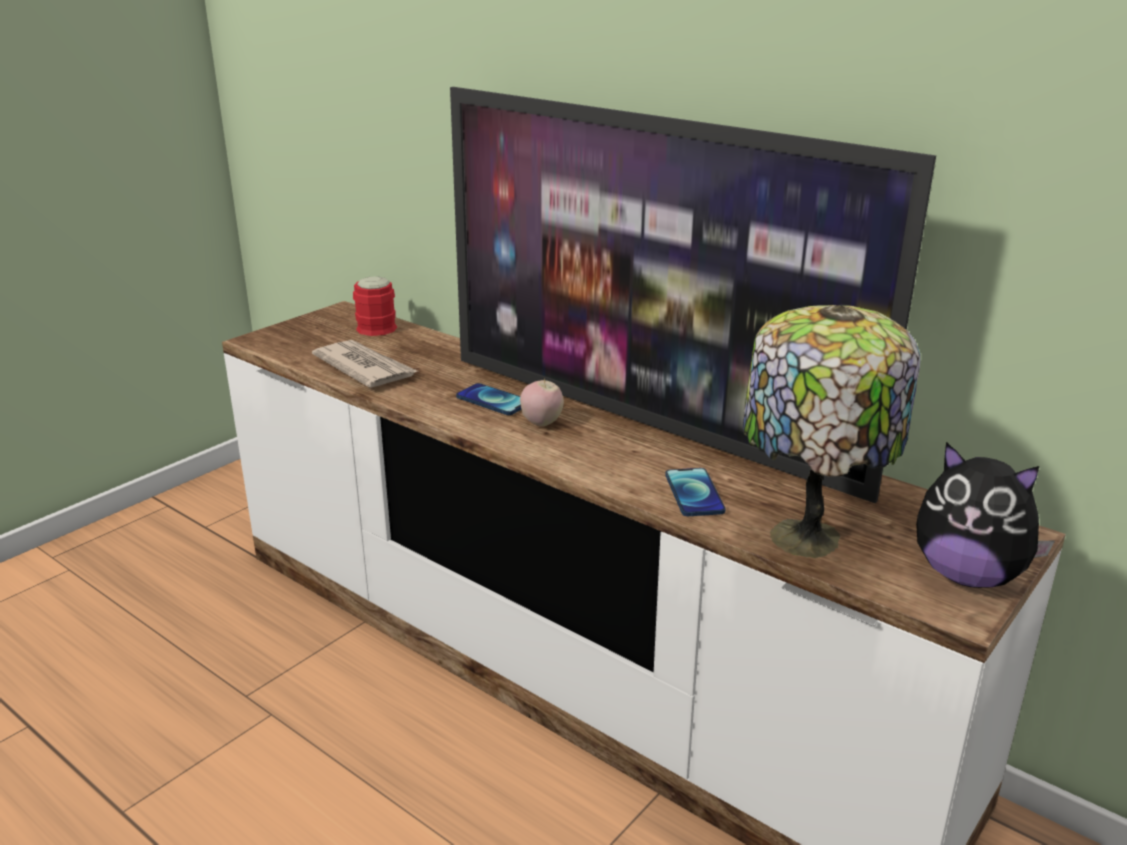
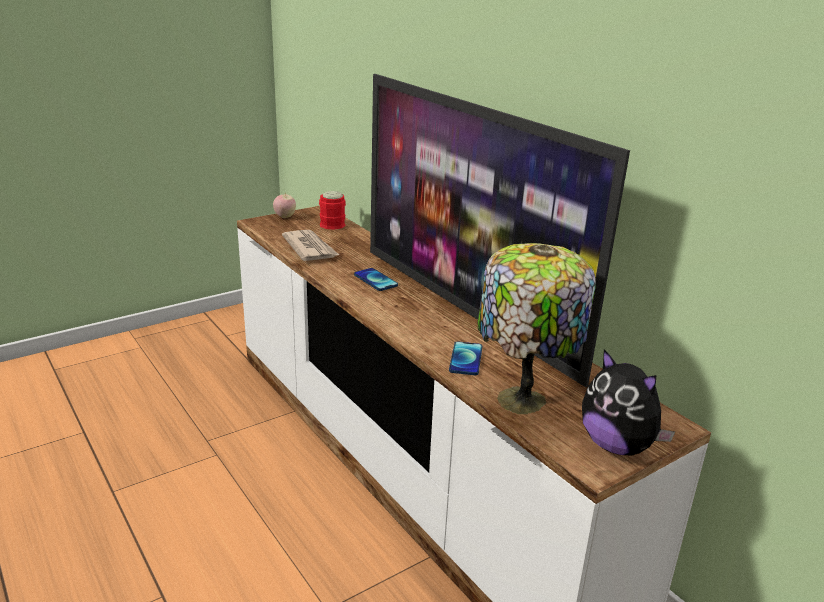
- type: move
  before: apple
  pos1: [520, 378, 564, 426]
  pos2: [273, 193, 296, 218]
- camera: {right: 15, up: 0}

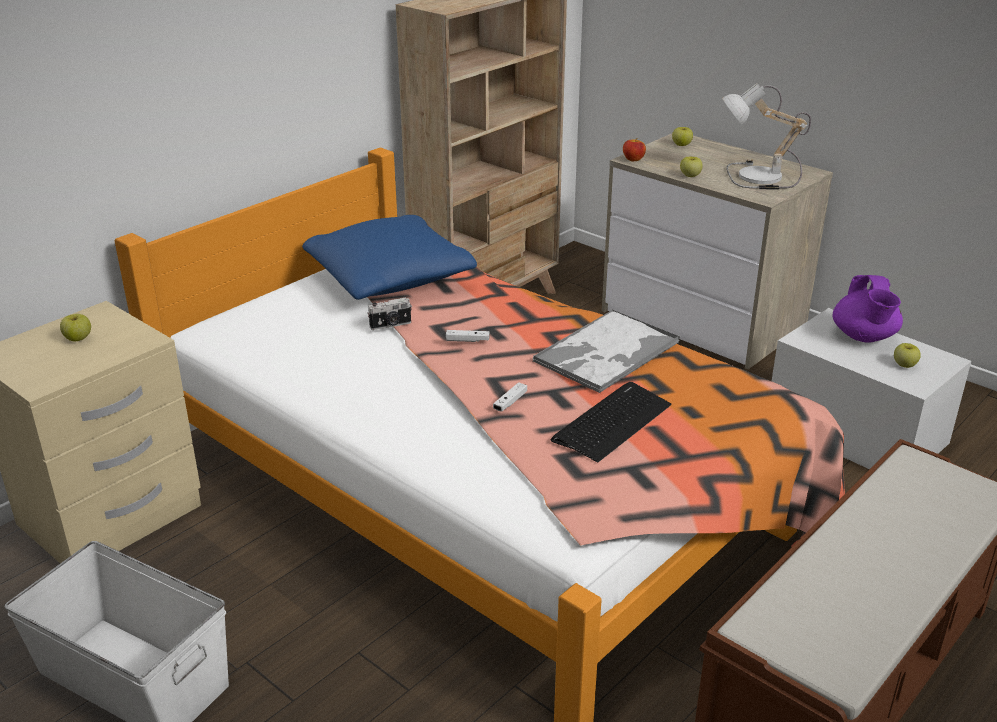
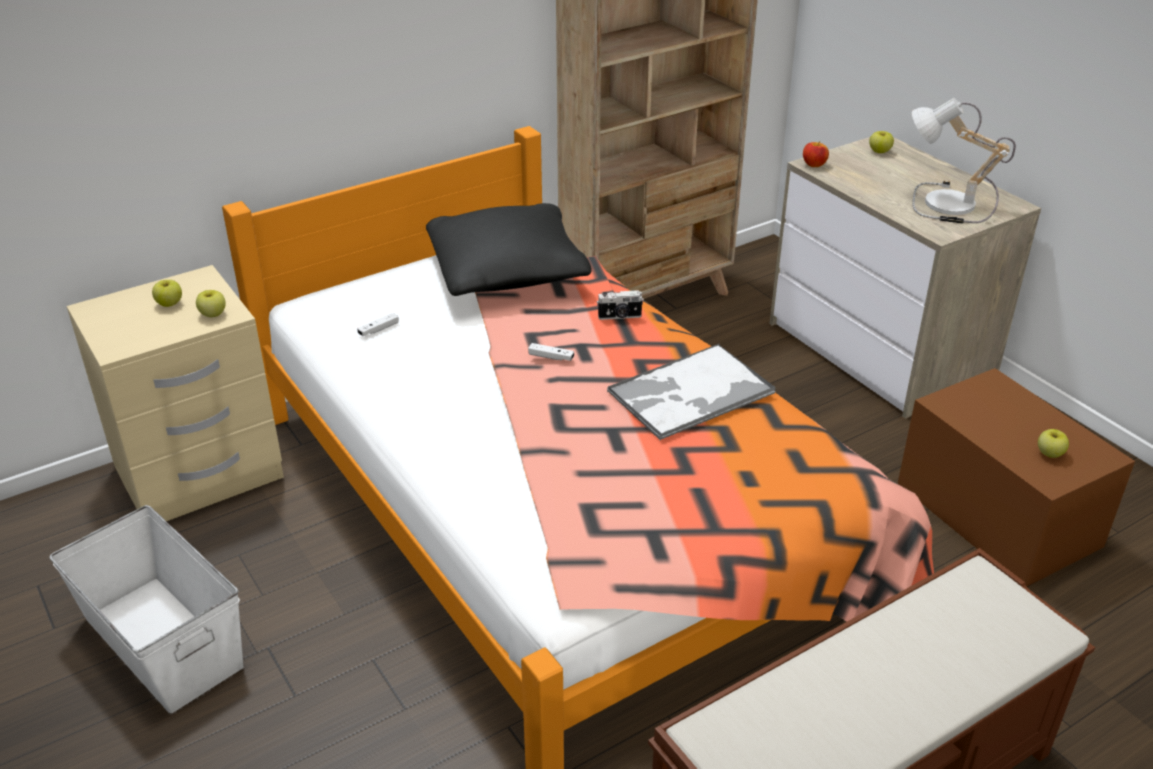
- type: move
  before: apple
  pos1: [680, 157, 703, 177]
  pos2: [196, 290, 226, 317]
- type: move
  before: game controller/white
  pos1: [493, 382, 527, 411]
  pos2: [357, 313, 399, 336]
- type: recolor
  before: pillow/blue
  after: pillow/black
  pos1: [302, 215, 477, 300]
  pos2: [426, 203, 592, 296]
- type: move
  before: photo camera
  pos1: [367, 298, 412, 330]
  pos2: [597, 290, 644, 320]
- type: recolor
  before: storage box/white
  after: storage box/brown
  pos1: [772, 308, 971, 469]
  pos2: [898, 368, 1135, 587]
- type: delete
  before: keyboard
  pos1: [550, 382, 671, 462]
- type: delete
  before: teapot/purple
  pos1: [833, 275, 903, 343]
- camera: {right: 15, up: 5}

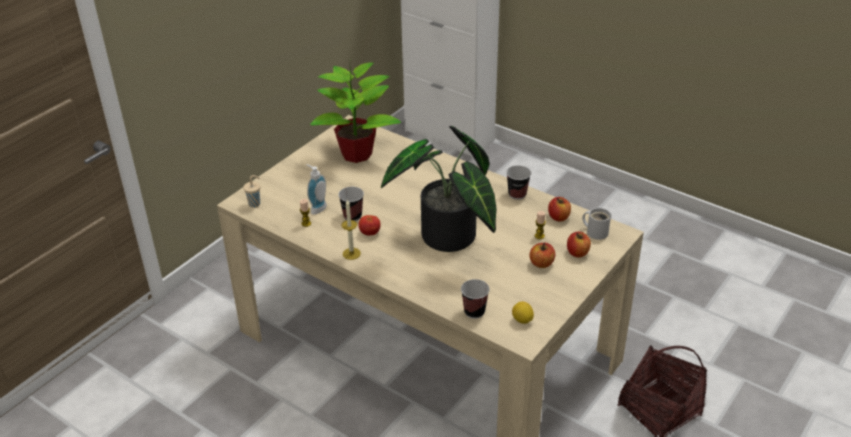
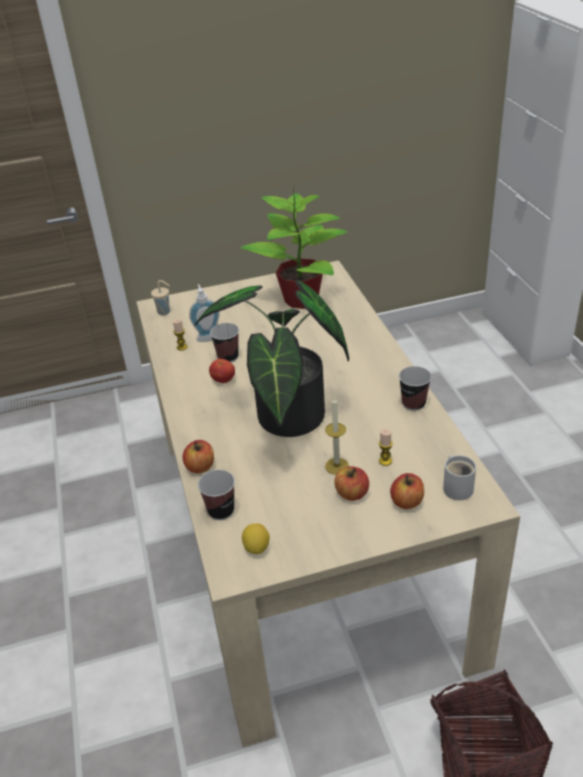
- type: move
  before: apple
  pos1: [548, 197, 571, 221]
  pos2: [183, 440, 214, 473]
- type: move
  before: candle
  pos1: [342, 200, 361, 260]
  pos2: [325, 396, 349, 475]
- camera: {right: 40, up: 0}

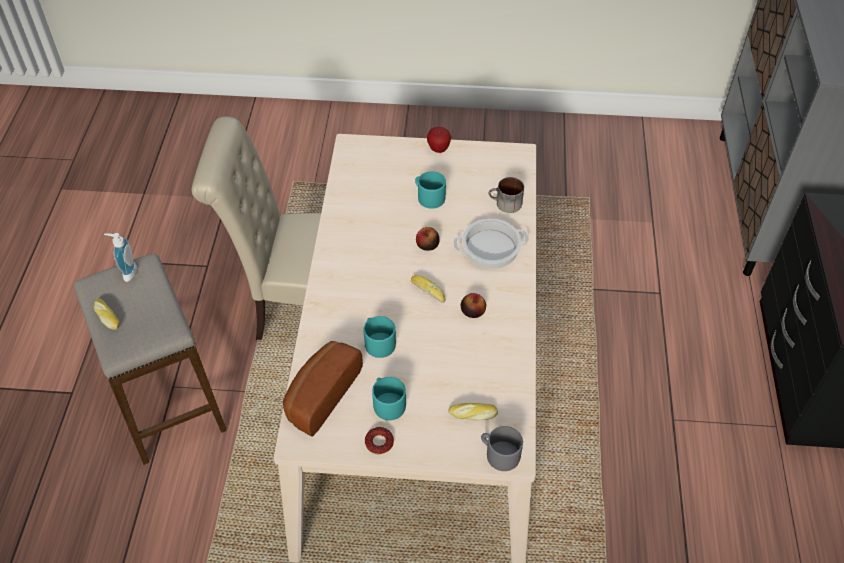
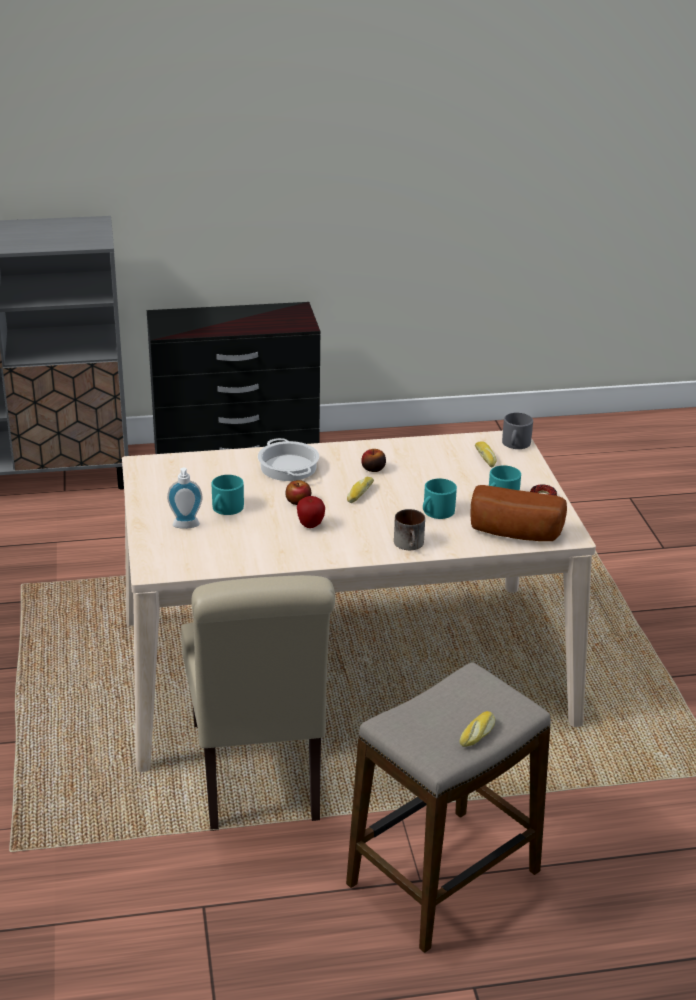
- type: move
  before: soap dispenser
  pos1: [104, 233, 137, 282]
  pos2: [167, 468, 203, 529]
- type: move
  before: apple
  pos1: [427, 127, 451, 153]
  pos2: [297, 496, 325, 528]
- type: move
  before: mug
  pos1: [489, 177, 524, 213]
  pos2: [394, 509, 425, 550]
- camera: {right: -105, up: -20}

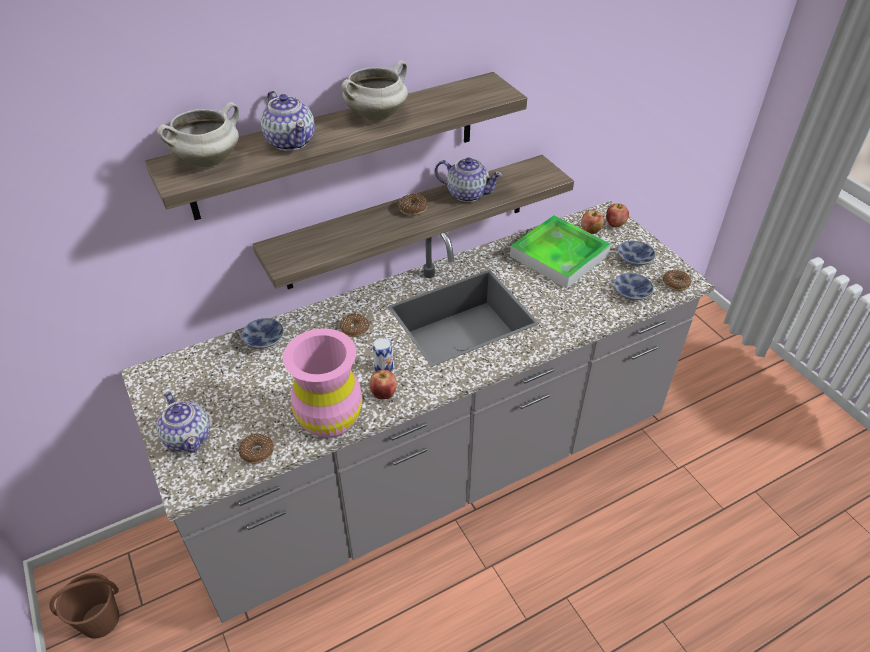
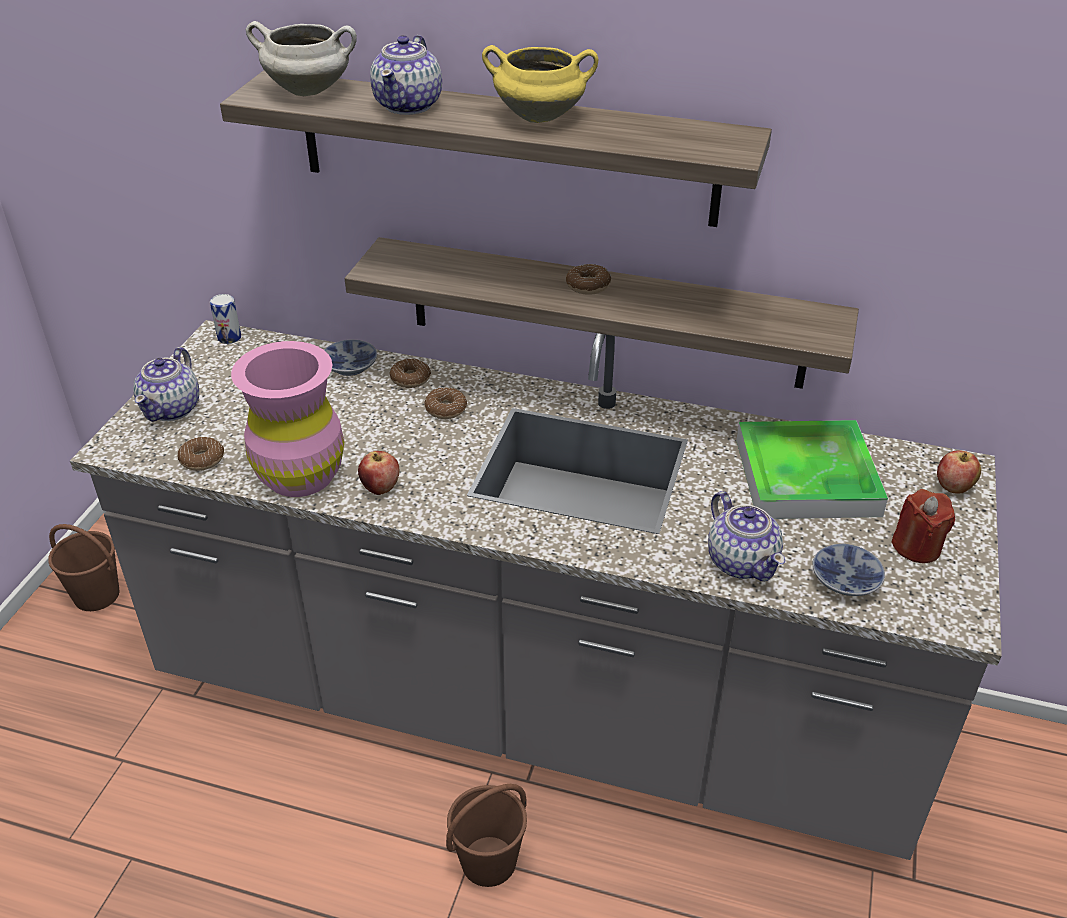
- type: move
  before: can
  pos1: [373, 337, 393, 372]
  pos2: [210, 294, 241, 344]
- type: move
  before: donut
  pos1: [663, 270, 691, 291]
  pos2: [389, 359, 431, 388]
- type: insert
  after: bucket/brown
  pos2: [446, 784, 527, 887]
- type: recolor
  before: cooking pot/white
  after: cooking pot/yellow
  pos1: [342, 60, 408, 121]
  pos2: [482, 45, 598, 123]
- type: move
  before: teapot
  pos1: [435, 158, 503, 202]
  pos2: [708, 491, 785, 581]
- type: replace
  before: bowl
  after: candle/red
  pos1: [618, 241, 656, 266]
  pos2: [891, 489, 955, 563]
- type: delete
  before: apple
  pos1: [581, 210, 604, 234]
- camera: {right: 45, up: -5}

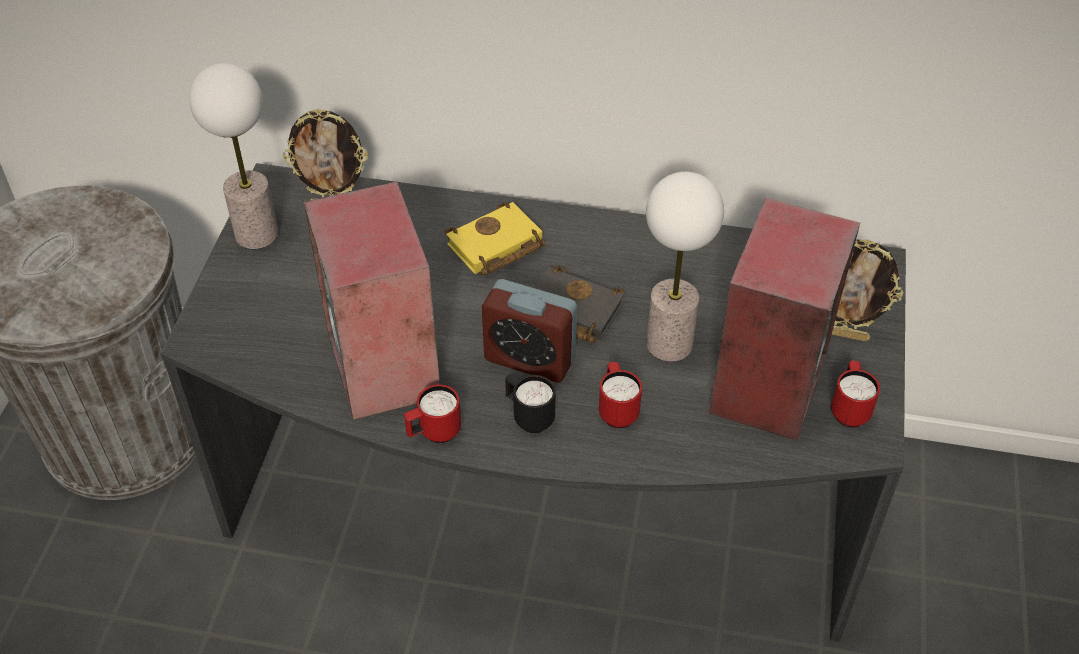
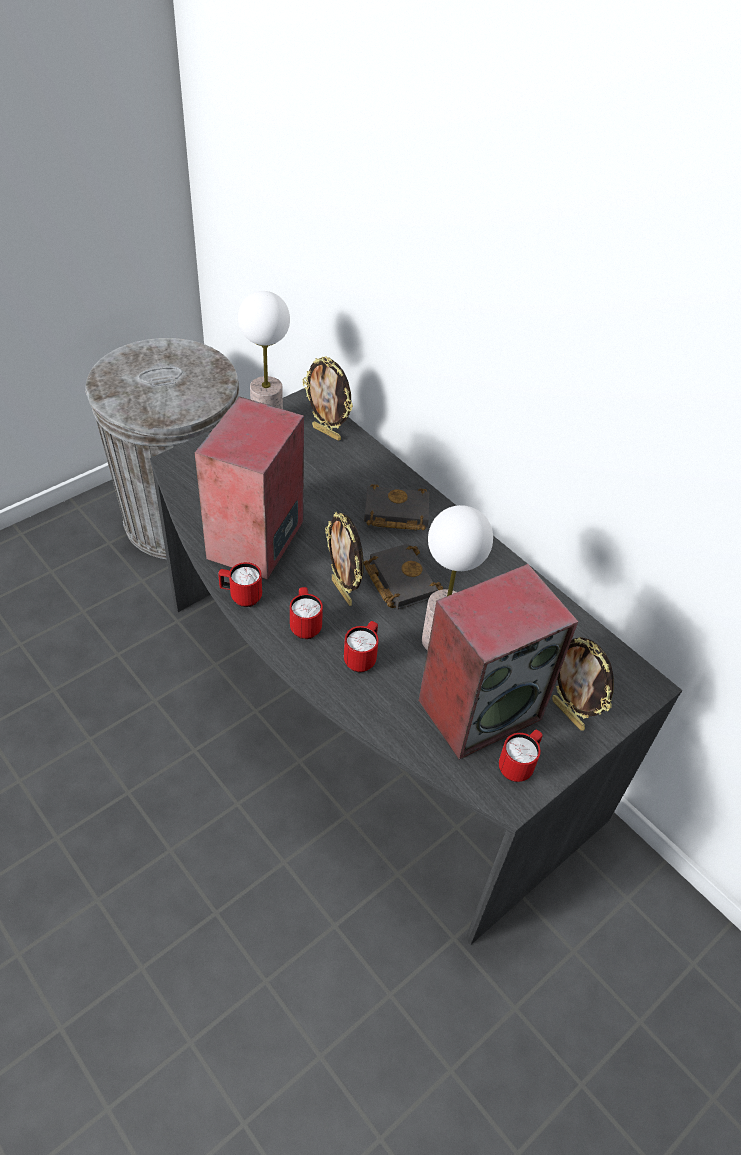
- type: recolor
  before: mug/black
  after: mug/red
  pos1: [505, 373, 556, 433]
  pos2: [290, 587, 323, 639]
- type: replace
  before: alarm clock
  after: picture frame
  pos1: [482, 279, 577, 383]
  pos2: [325, 512, 364, 606]
- type: recolor
  before: book/yellow
  after: book/black
  pos1: [445, 202, 545, 276]
  pos2: [364, 484, 429, 530]
- camera: {right: 35, up: 0}

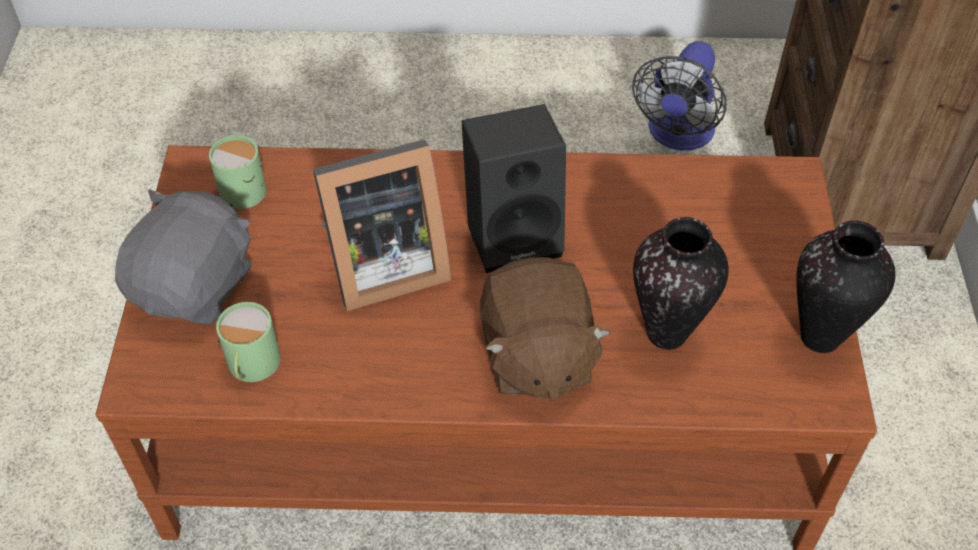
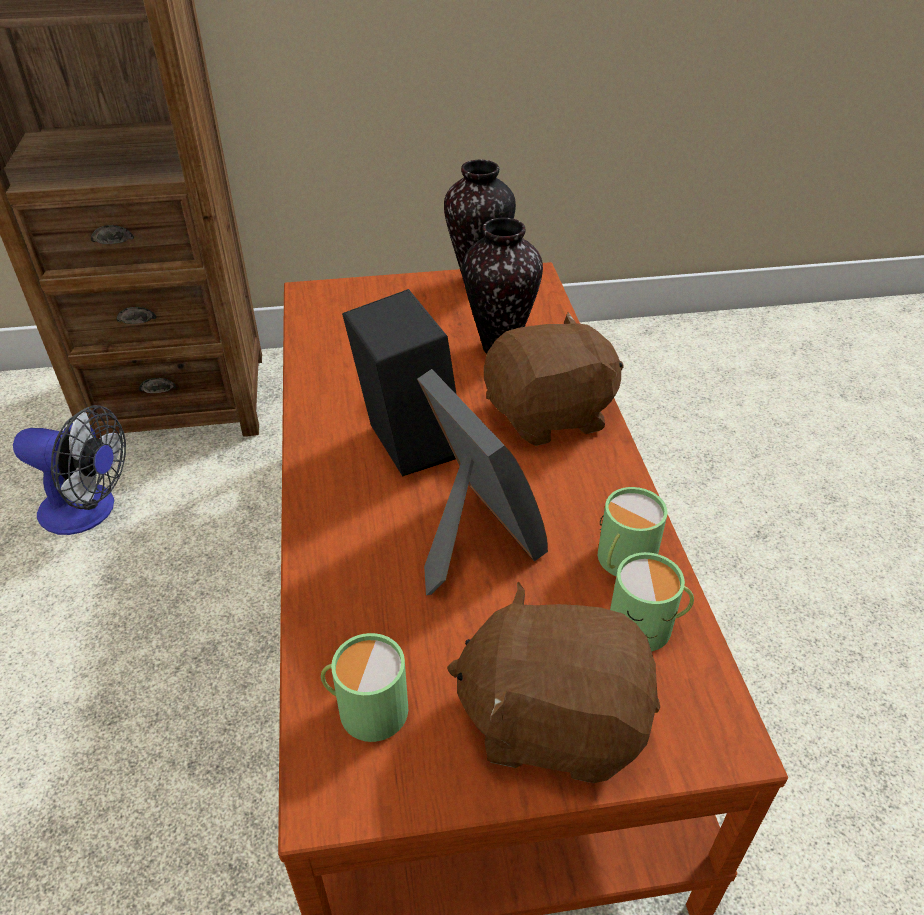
- type: recolor
  before: plush toy/grey
  after: plush toy/brown
  pos1: [115, 189, 252, 324]
  pos2: [447, 582, 660, 783]
- type: insert
  after: mug/green
  pos2: [598, 487, 668, 576]
- camera: {right: -100, up: -10}

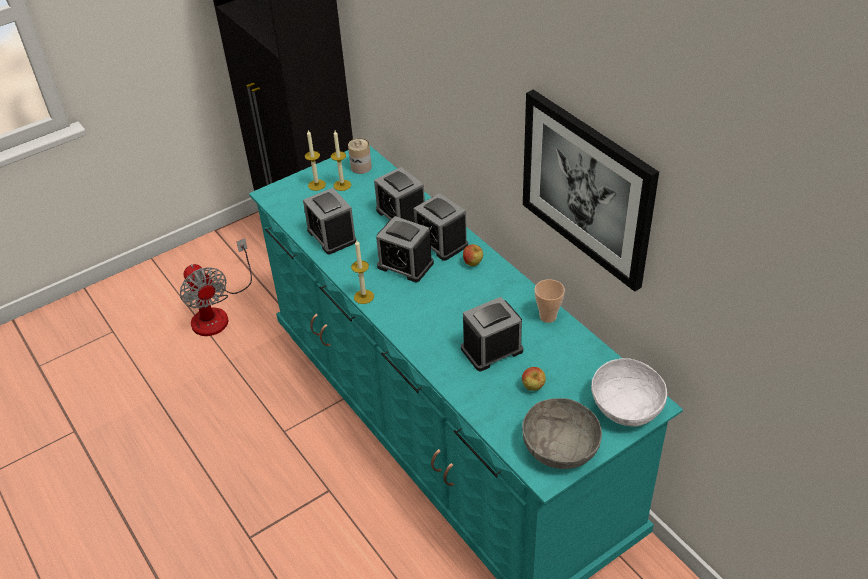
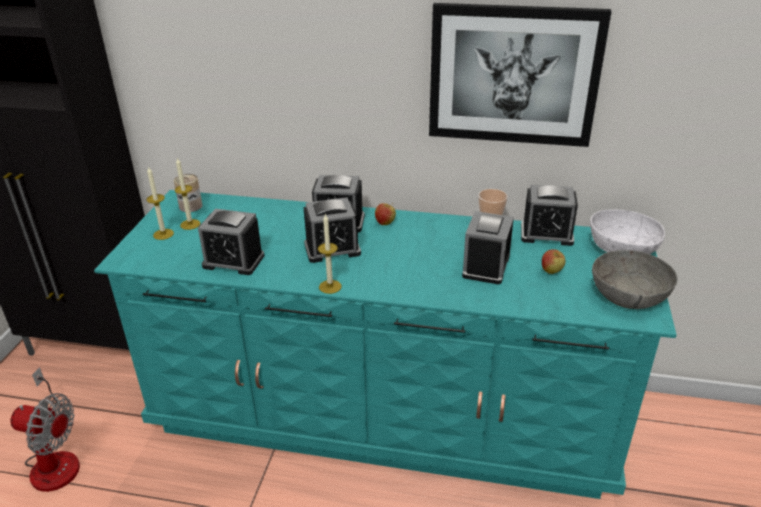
- type: move
  before: alarm clock
  pos1: [374, 167, 425, 223]
  pos2: [521, 185, 578, 246]
- camera: {right: -45, up: -10}

